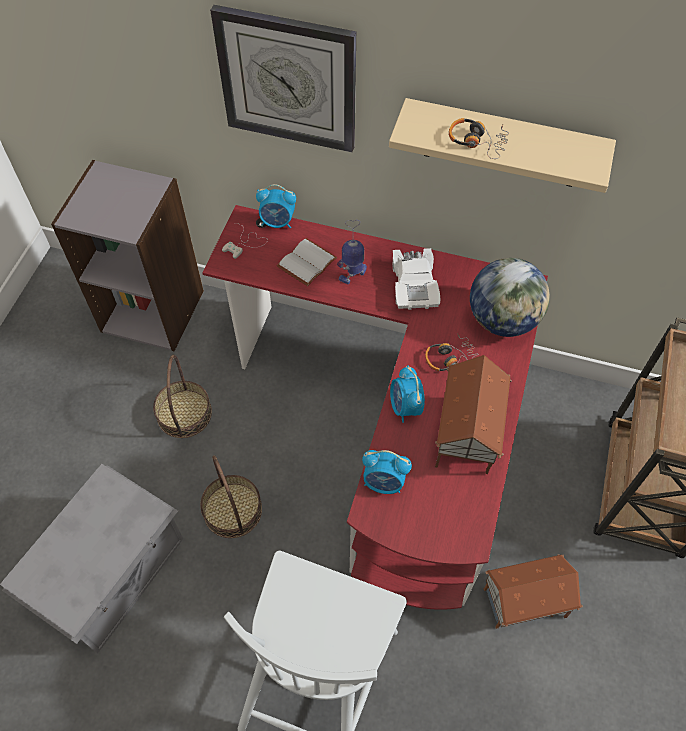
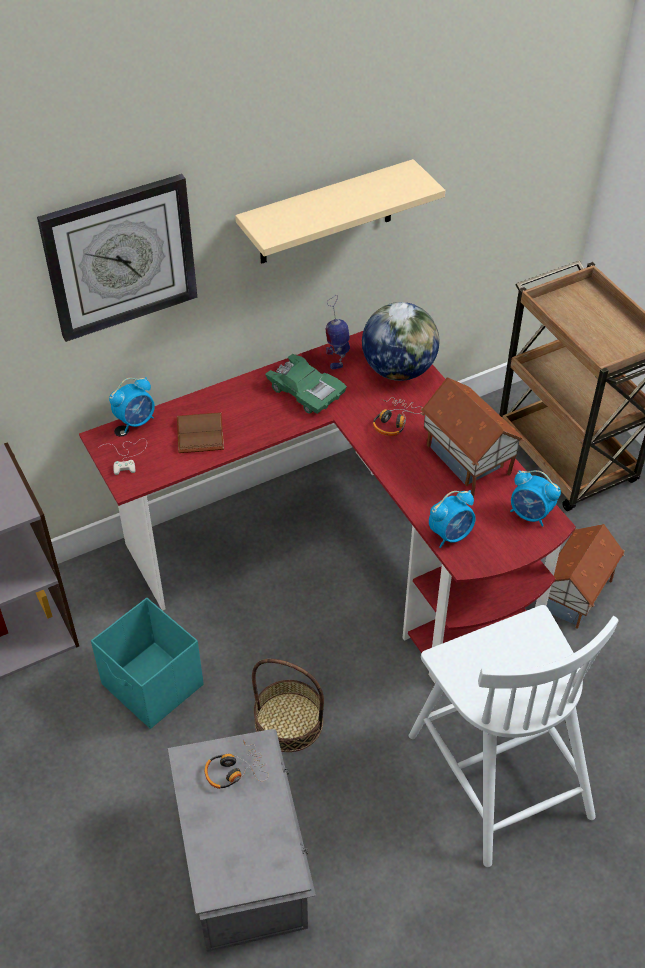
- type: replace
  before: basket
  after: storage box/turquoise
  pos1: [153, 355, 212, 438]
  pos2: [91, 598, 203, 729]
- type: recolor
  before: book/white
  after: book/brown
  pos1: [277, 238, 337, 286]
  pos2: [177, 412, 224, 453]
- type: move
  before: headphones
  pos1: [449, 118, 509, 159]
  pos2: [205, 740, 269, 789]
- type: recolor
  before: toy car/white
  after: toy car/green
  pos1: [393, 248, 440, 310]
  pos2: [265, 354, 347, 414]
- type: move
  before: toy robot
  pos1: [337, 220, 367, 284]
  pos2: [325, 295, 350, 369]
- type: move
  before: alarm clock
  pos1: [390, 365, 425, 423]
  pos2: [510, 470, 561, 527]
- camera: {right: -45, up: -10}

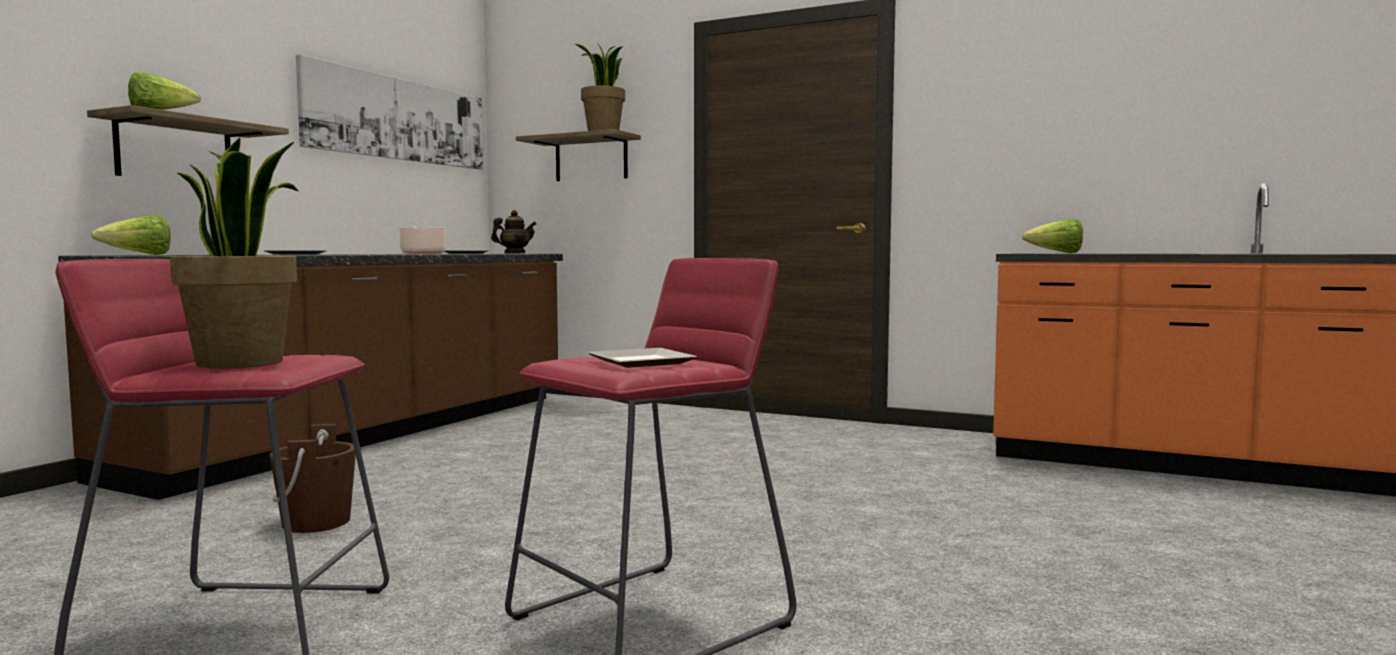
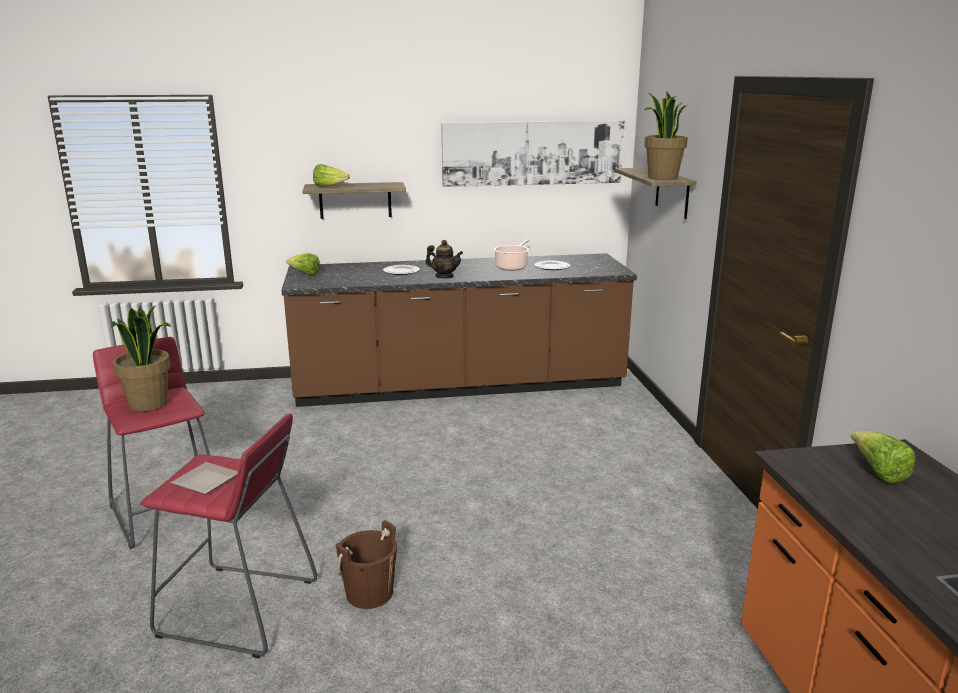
- type: move
  before: bucket/brown
  pos1: [270, 424, 356, 533]
  pos2: [336, 520, 397, 609]
- type: move
  before: teapot
  pos1: [491, 210, 536, 254]
  pos2: [425, 240, 463, 278]
- camera: {right: 55, up: 15}

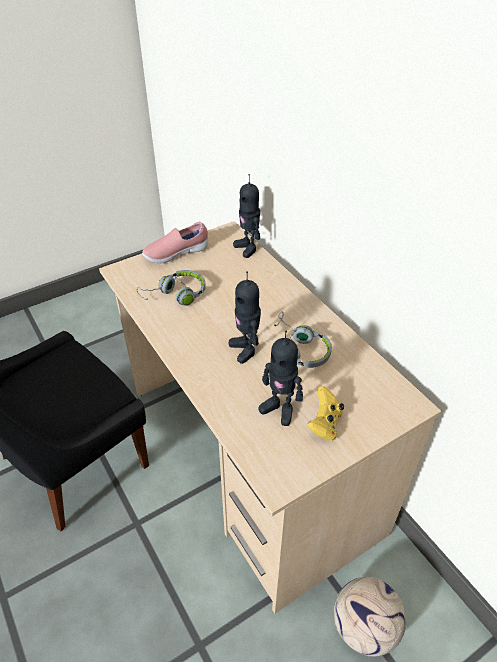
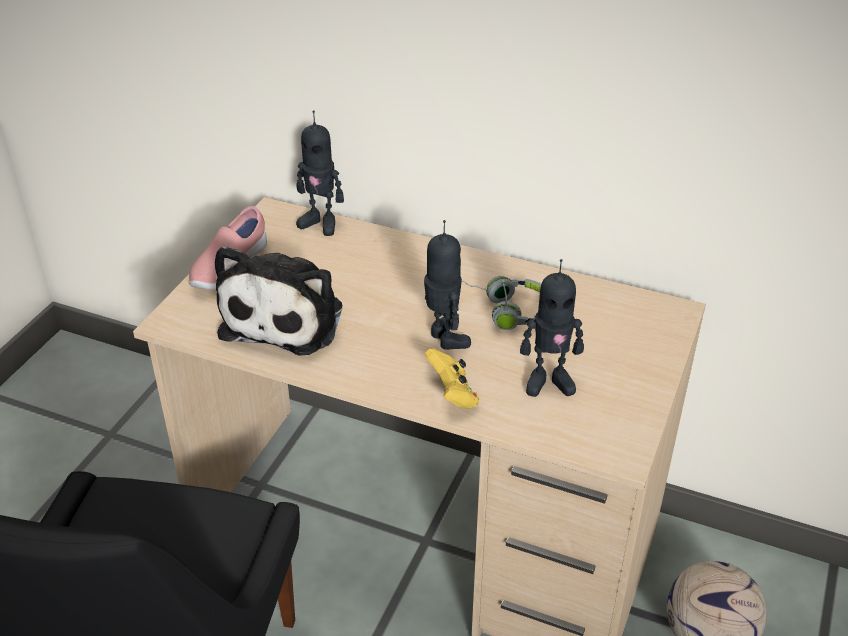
- type: replace
  before: headphones/grey
  after: plush toy
  pos1: [137, 270, 206, 306]
  pos2: [215, 246, 342, 356]
- type: rotate
  before: toy robot
  pos1: [229, 271, 261, 364]
  pos2: [424, 220, 471, 350]
  turn: -150
- type: move
  before: game controller/yellow
  pos1: [307, 386, 344, 441]
  pos2: [425, 348, 479, 409]
- camera: {right: -35, up: -5}

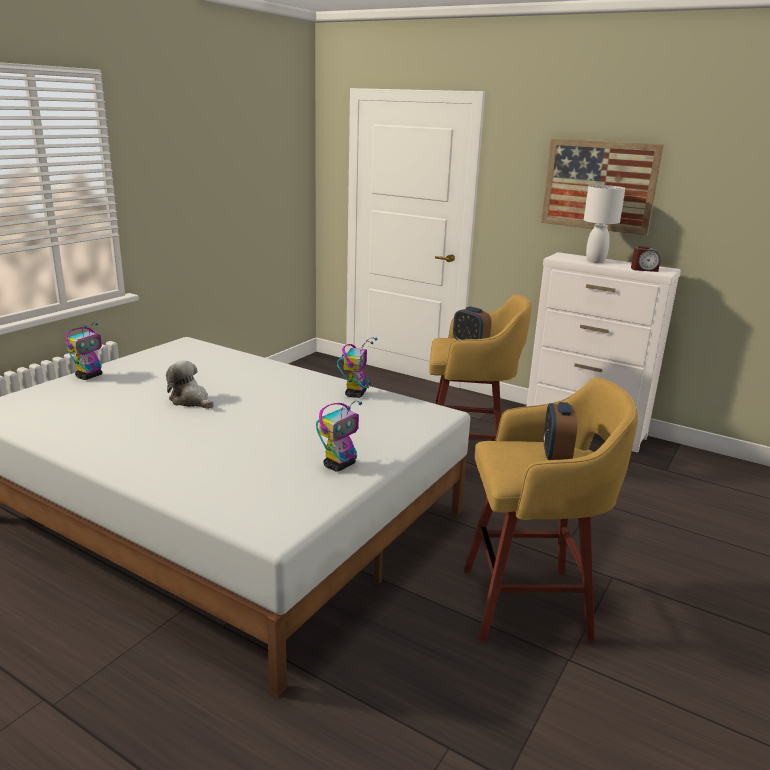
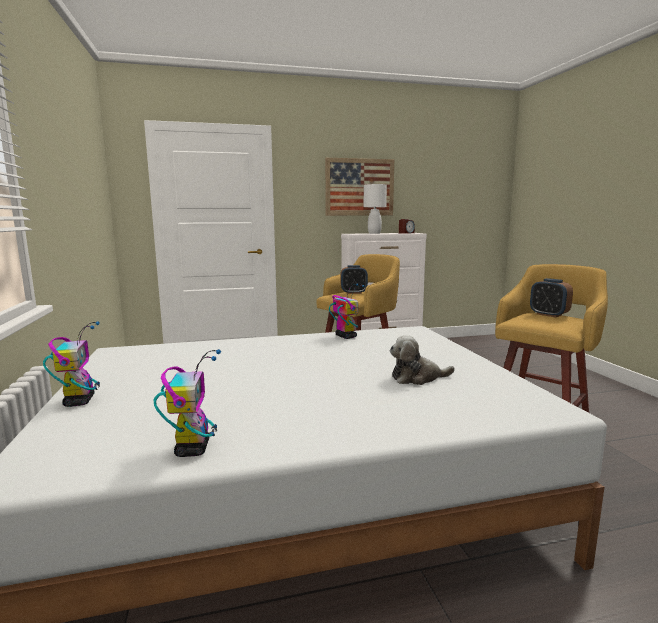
- type: move
  before: toy robot
  pos1: [316, 401, 362, 472]
  pos2: [153, 349, 221, 457]
- type: move
  before: plush toy
  pos1: [166, 360, 214, 409]
  pos2: [390, 335, 455, 385]
- camera: {right: -45, up: -10}

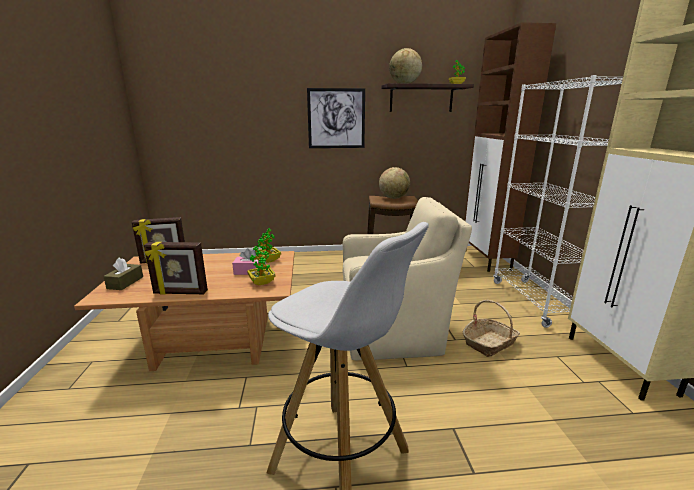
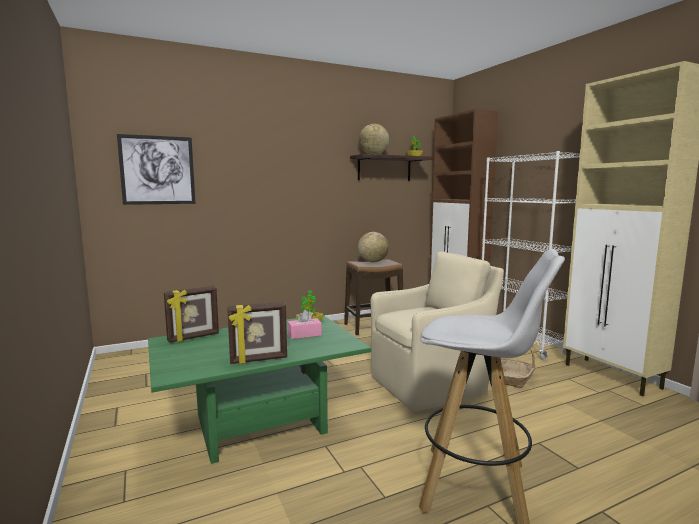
- type: move
  before: picture
  pos1: [307, 88, 365, 148]
  pos2: [117, 134, 195, 205]
- type: recolor
  before: coffee table/brown
  after: coffee table/green
  pos1: [74, 251, 294, 371]
  pos2: [148, 316, 371, 464]
- type: delete
  before: tissue box/brown
  pos1: [103, 257, 143, 290]
- type: delete
  before: potted plant
  pos1: [247, 246, 276, 286]
- camera: {right: -20, up: -10}

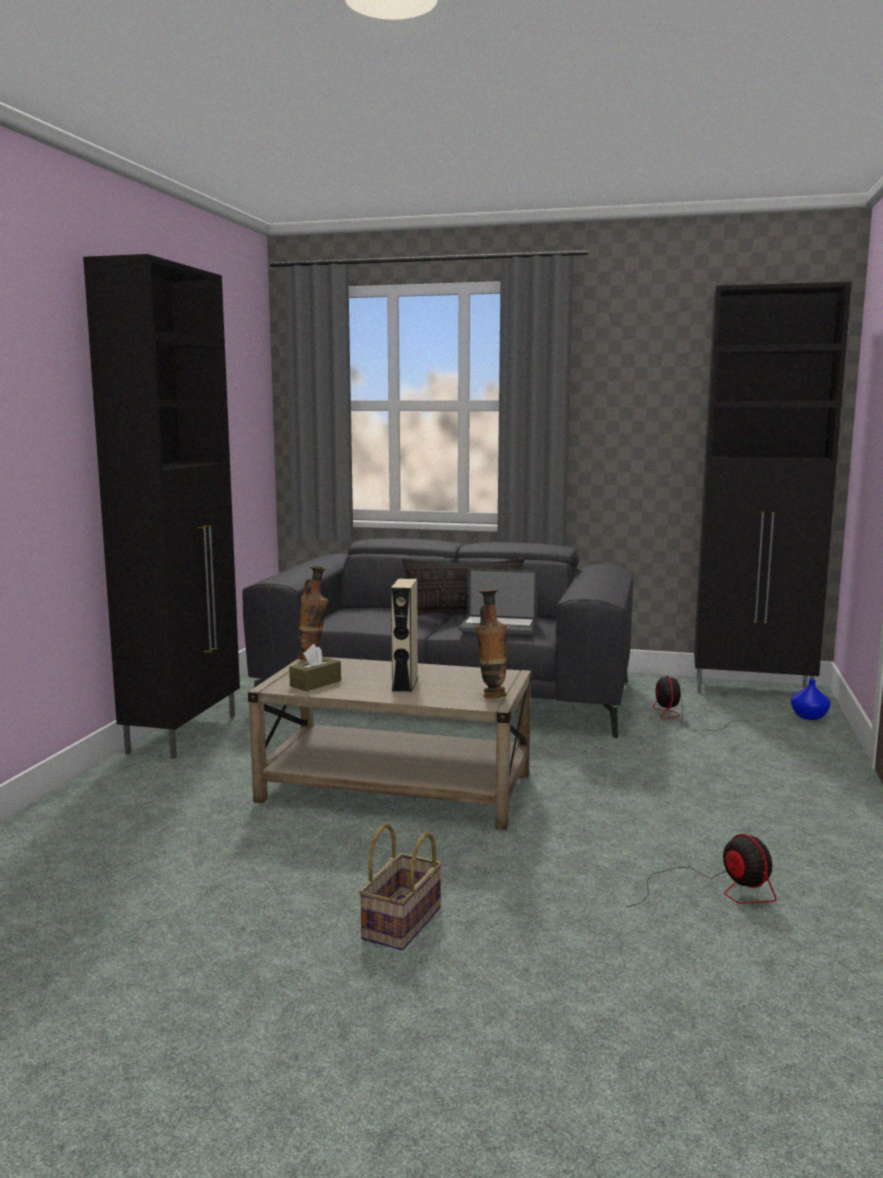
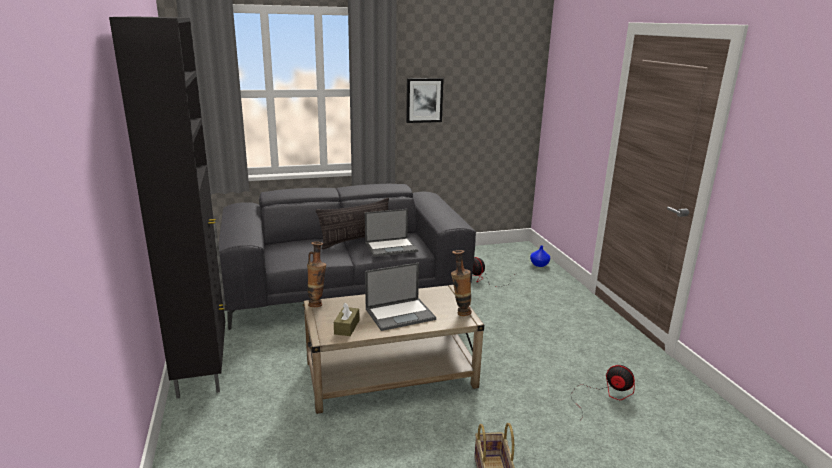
- type: replace
  before: speaker/beige
  after: laptop
  pos1: [391, 579, 418, 692]
  pos2: [365, 262, 436, 331]
- type: insert
  after: picture
  pos2: [406, 78, 444, 123]
- type: delete
  before: cabinet/black
  pos1: [694, 282, 852, 693]
- camera: {right: -30, up: 10}

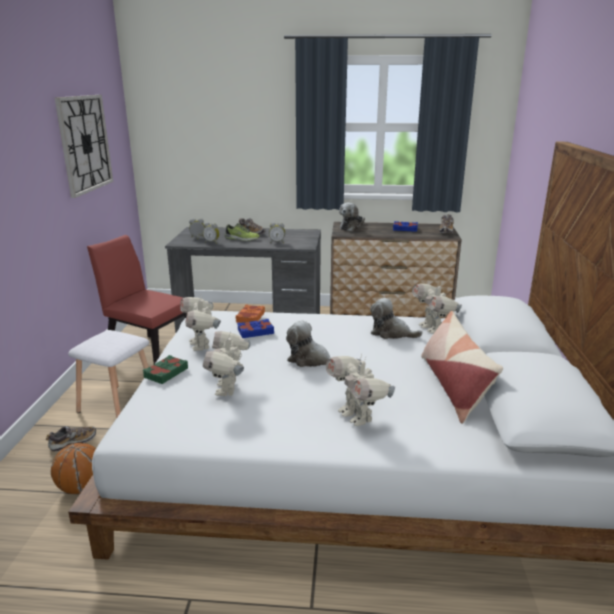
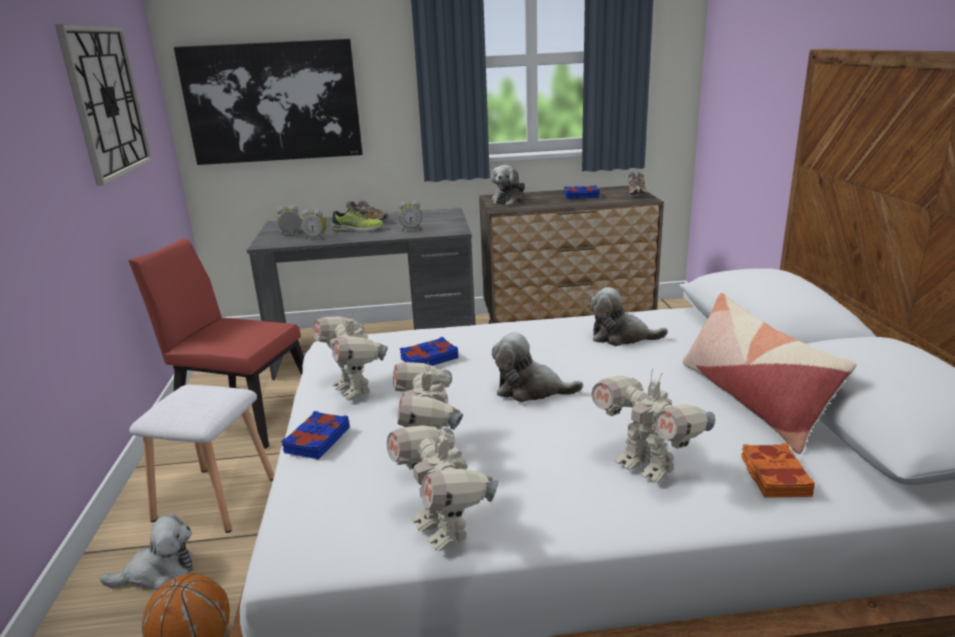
- type: replace
  before: shoe
  after: plush toy
  pos1: [46, 426, 96, 452]
  pos2: [100, 514, 192, 590]
- type: insert
  after: picture
  pos2: [174, 39, 363, 165]
- type: recolor
  before: book/green
  after: book/blue
  pos1: [143, 355, 188, 384]
  pos2: [282, 411, 350, 460]
- type: move
  before: toy robot
  pos1: [412, 283, 462, 334]
  pos2: [387, 424, 499, 551]
- type: move
  before: book/orange
  pos1: [236, 305, 265, 323]
  pos2: [741, 443, 815, 498]
- camera: {right: -10, up: 0}

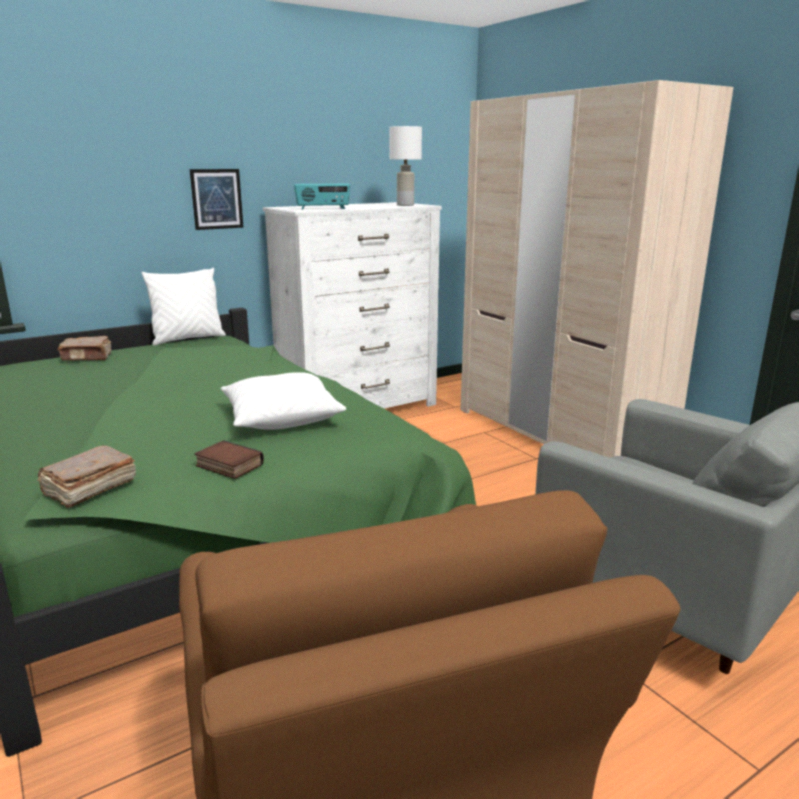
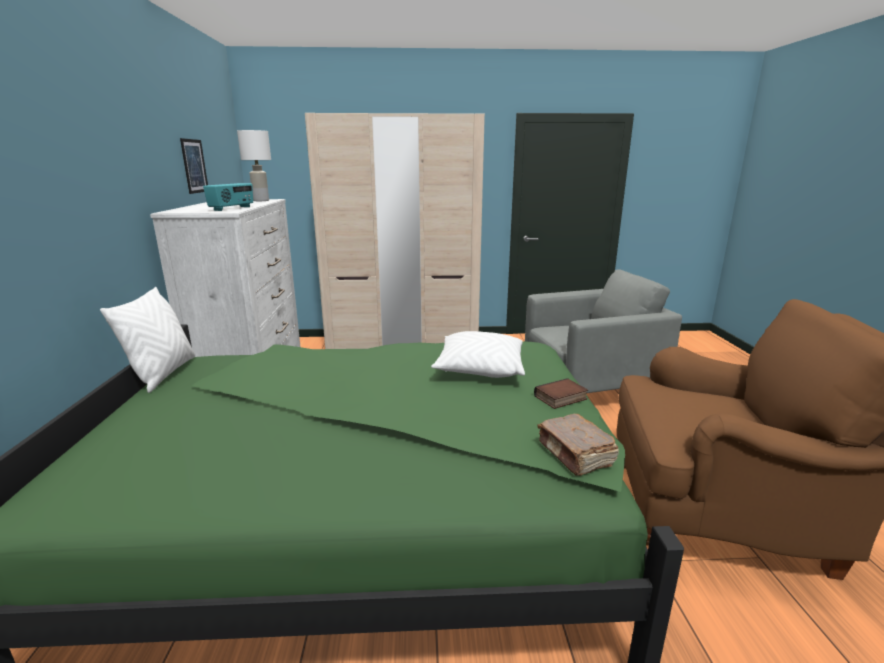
- type: move
  before: picture
  pos1: [190, 169, 244, 230]
  pos2: [180, 138, 208, 194]
- type: delete
  before: book/brown
  pos1: [58, 336, 111, 361]
- camera: {right: -60, up: 0}

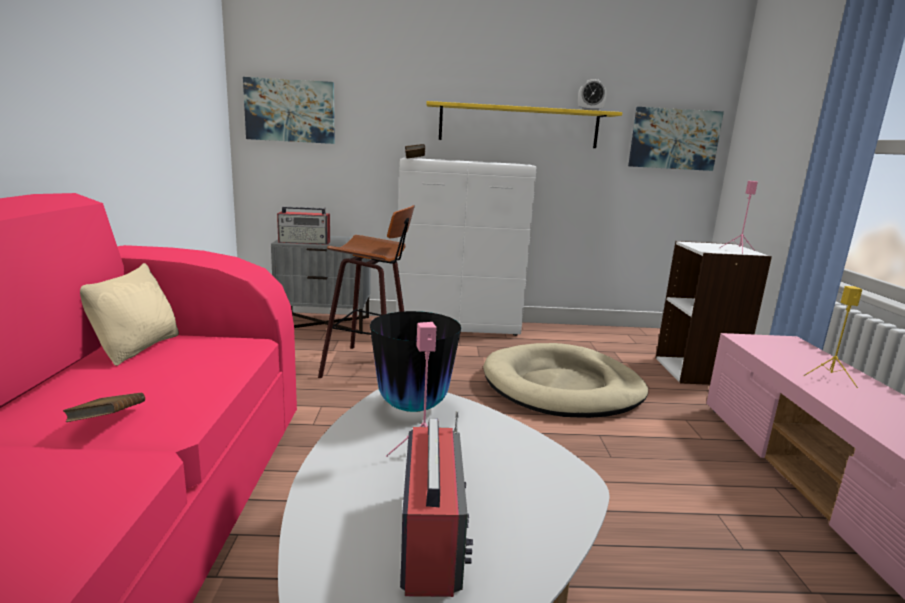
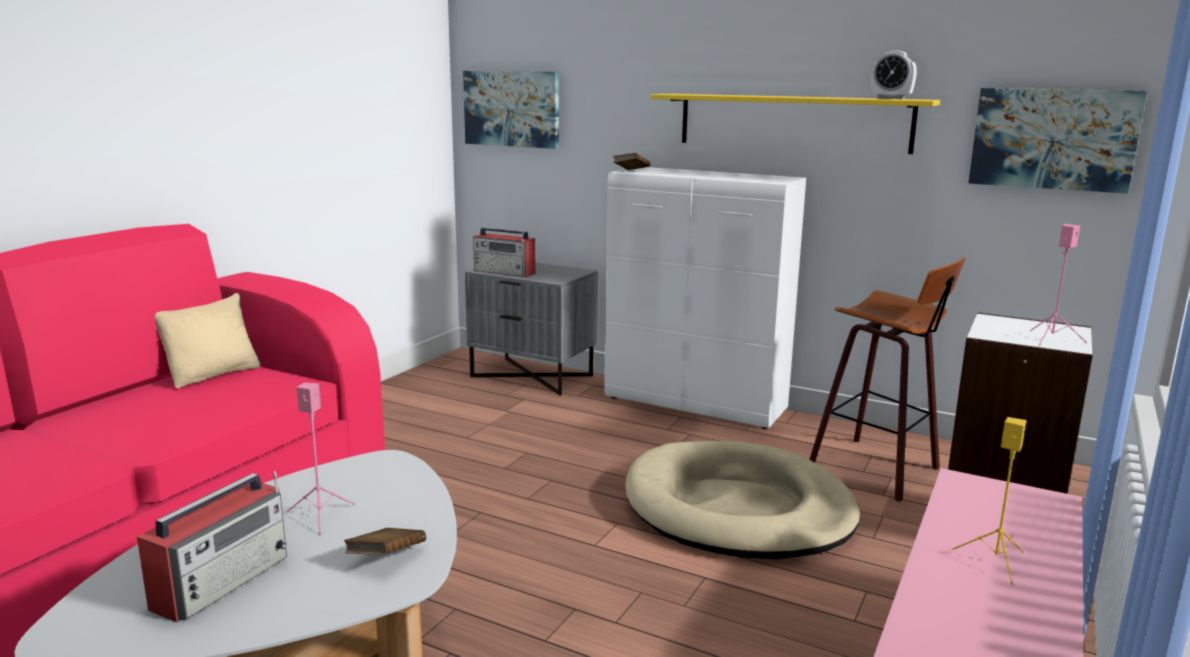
- type: move
  before: book/brown
  pos1: [63, 393, 145, 422]
  pos2: [344, 528, 426, 554]
- type: move
  before: stool
  pos1: [318, 205, 415, 378]
  pos2: [809, 257, 966, 502]
- type: delete
  before: vase
  pos1: [370, 311, 461, 412]
- camera: {right: 30, up: 0}

